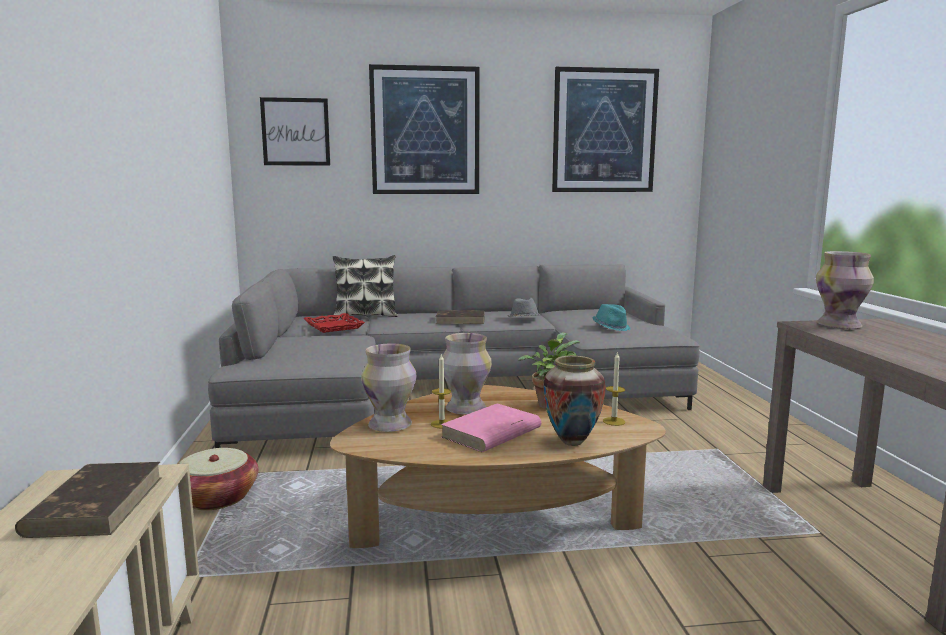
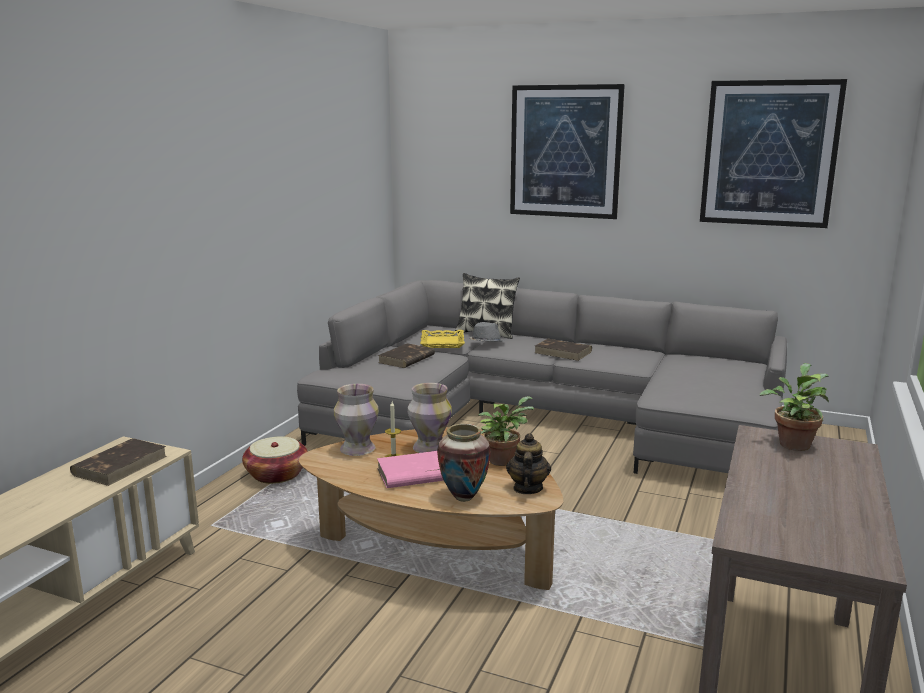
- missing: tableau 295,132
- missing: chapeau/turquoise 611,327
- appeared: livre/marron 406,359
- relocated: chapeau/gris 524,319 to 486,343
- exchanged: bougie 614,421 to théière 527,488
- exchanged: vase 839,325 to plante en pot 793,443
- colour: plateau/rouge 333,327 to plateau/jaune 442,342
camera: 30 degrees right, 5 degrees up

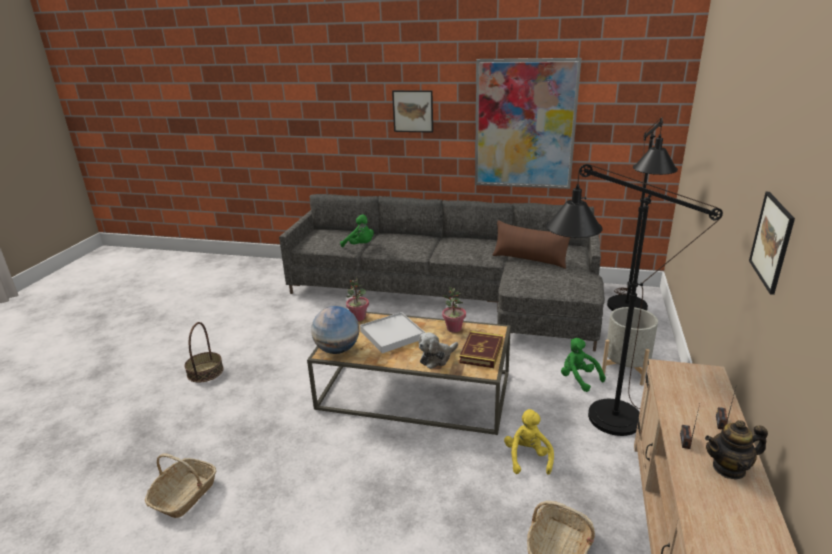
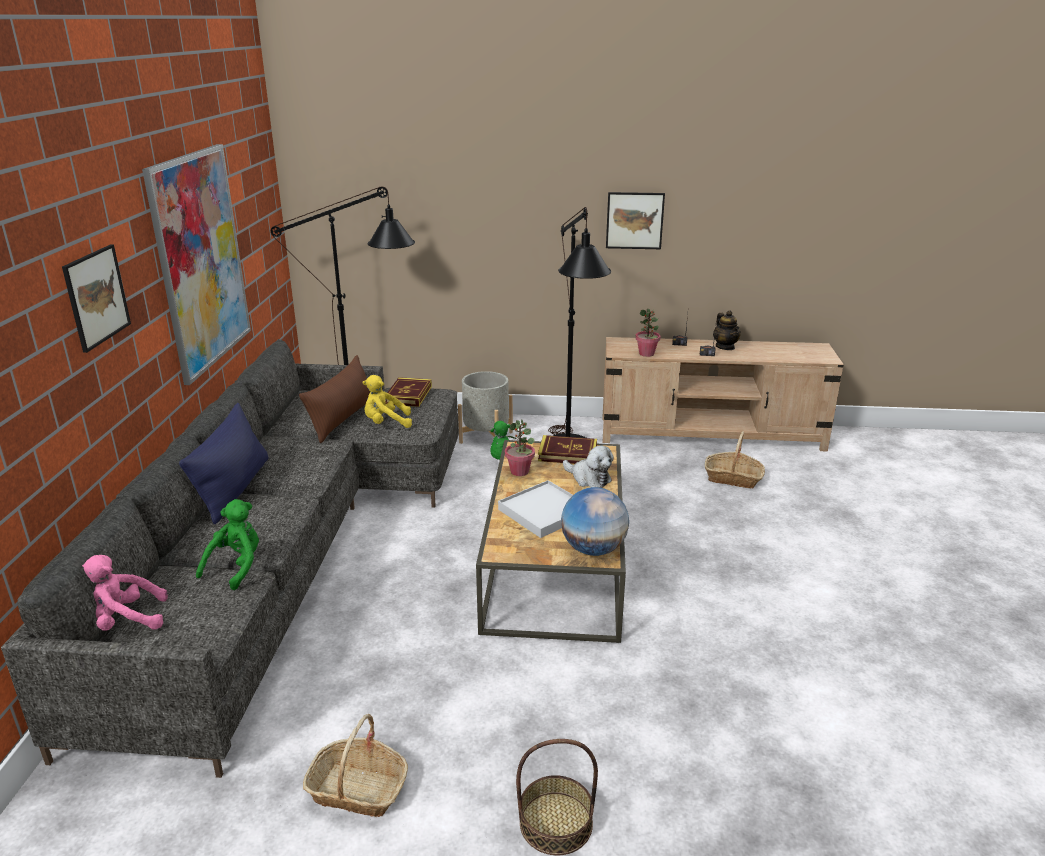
- appeared: peluche/rose 126,621
- appeared: coussin/bleu 234,489
- appeared: livre 408,395
- relocated: panier 184,495 to 358,789
- relocated: plante en pot 358,317 to 646,354
- relocated: peluche/jaune 527,457 to 386,423
camera: 100 degrees left, 0 degrees up

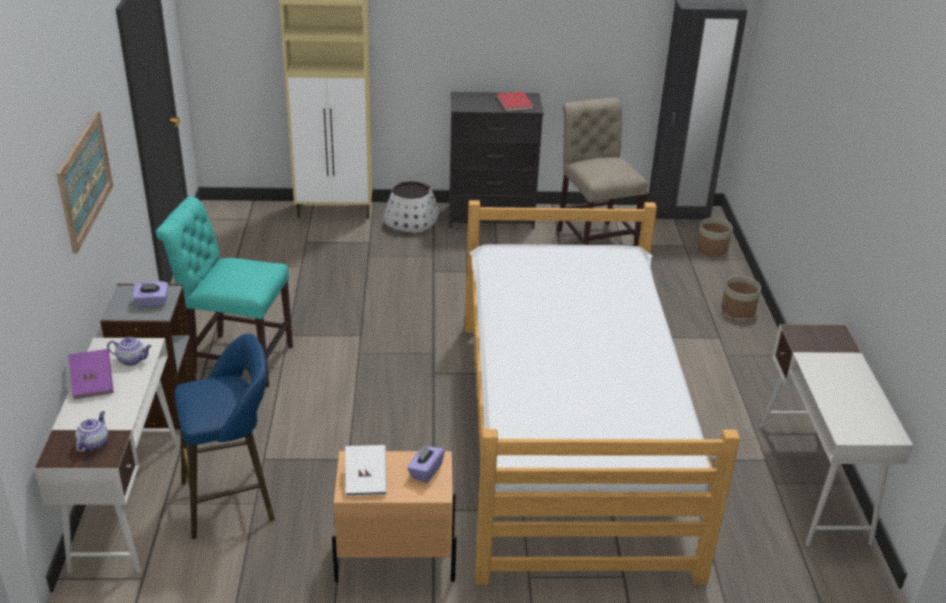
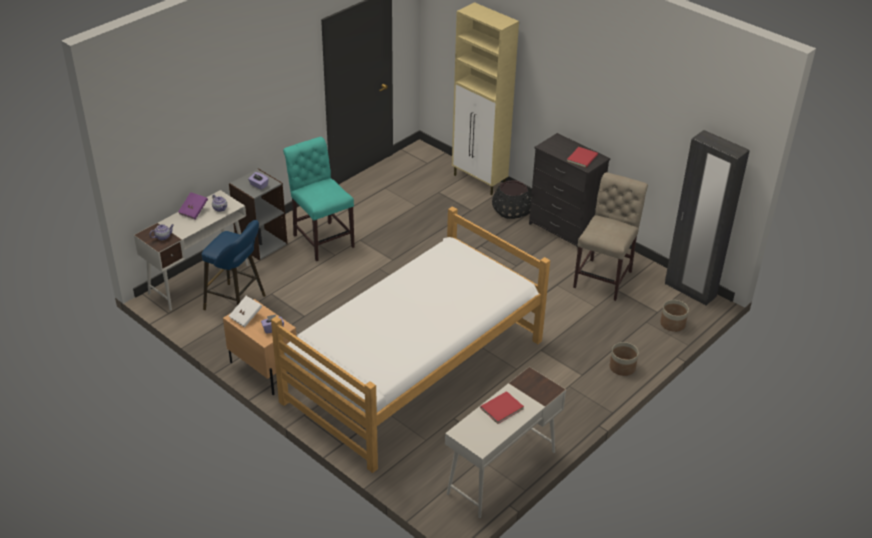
- missing: tableau 85,180
- appeared: livre/rouge 500,408
- colour: cache-pot/blanc 411,222 to cache-pot/noir 511,209
camera: 45 degrees right, 5 degrees up

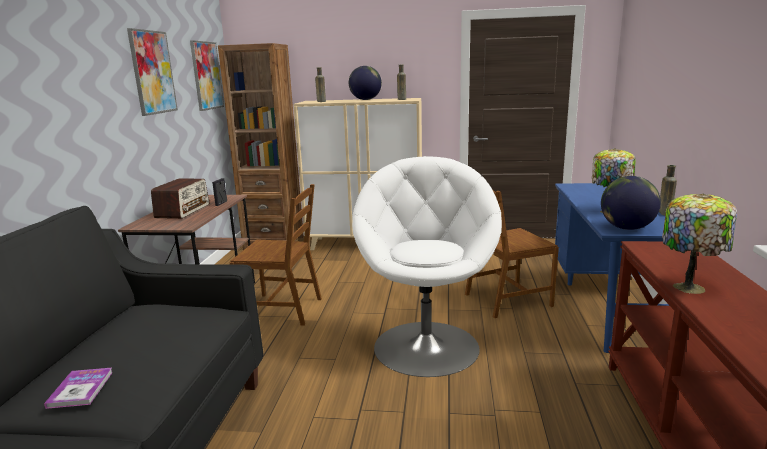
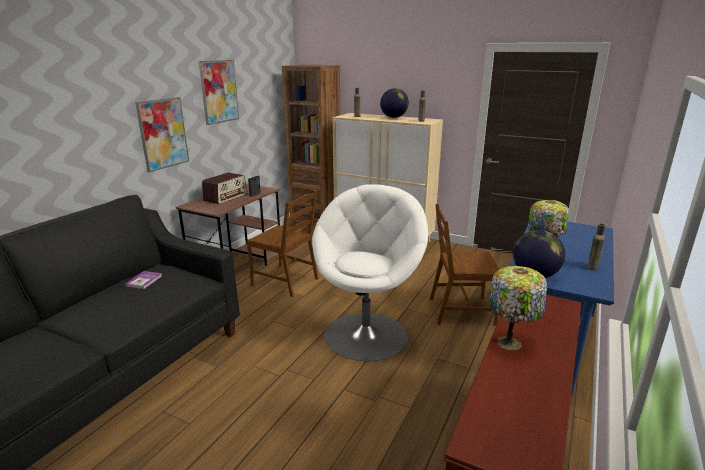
- relocated: livre 81,389 to 144,281
- relocated: tableau 206,75 to 163,133
camera: 20 degrees right, 5 degrees up

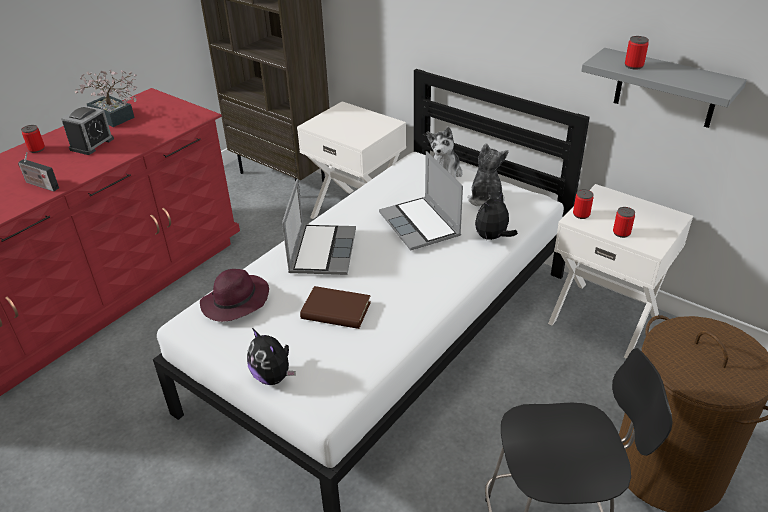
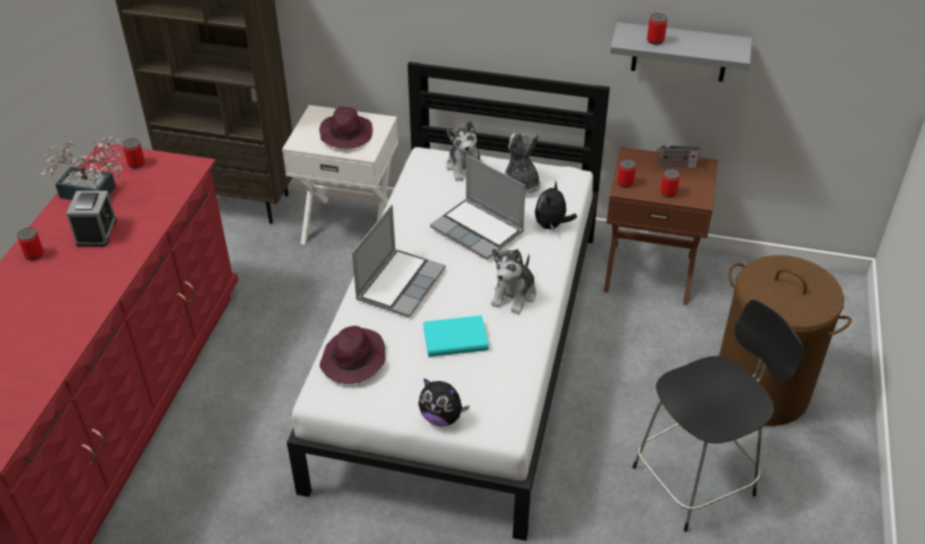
- appeared: boîte métallique 136,164
- appeared: chapeau/violet 346,134
- appeared: peluche 514,295
- relocated: radio 40,185 to 675,166
- colour: livre/marron 336,311 to livre/turquoise 455,339
- colour: table de chevet/blanc 604,318 to table de chevet/marron 649,271
- spun: ordinateur portable 322,251 = 400,283 45 degrees clockwise
camera: 25 degrees left, 5 degrees up

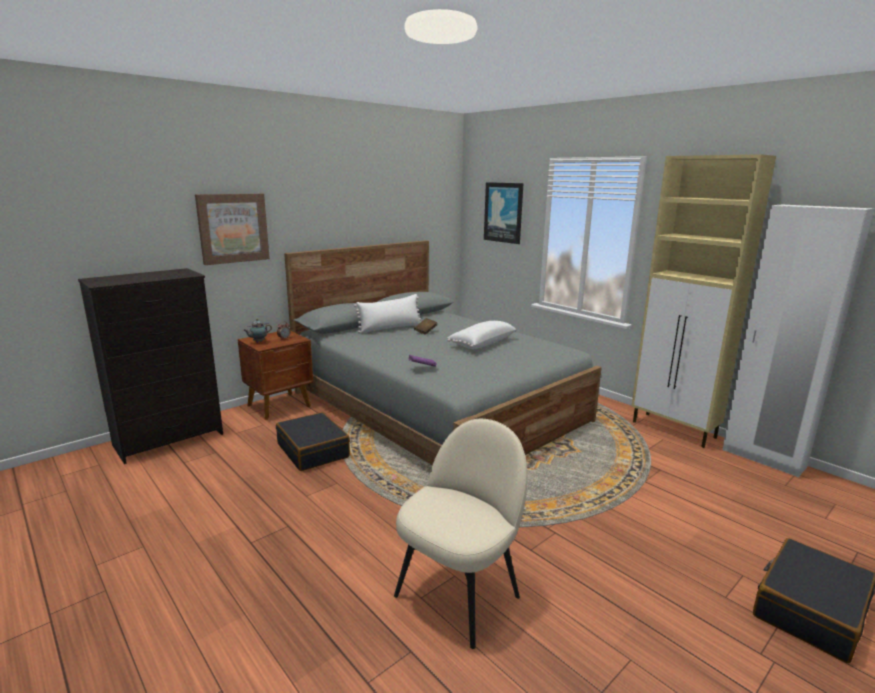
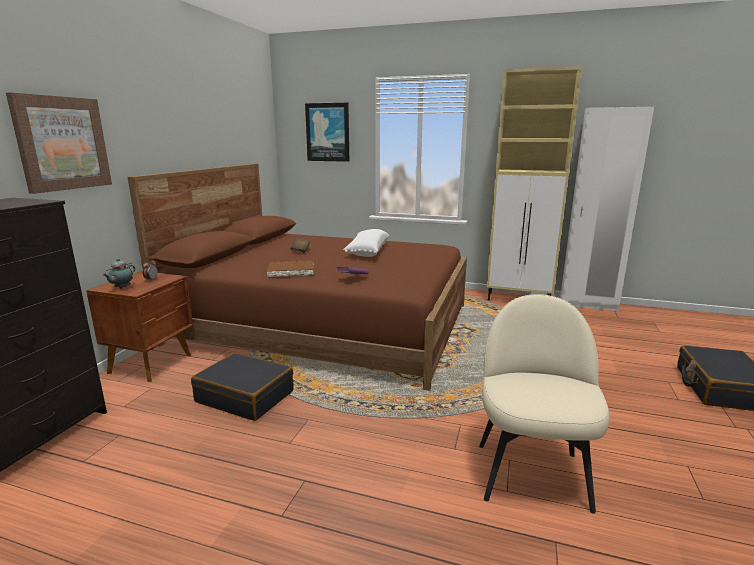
- missing: coussin/blanc 390,328
- appeared: livre/marron 291,271
- colour: lit/gris 436,406 to lit/marron 324,323
camera: 30 degrees left, 0 degrees up

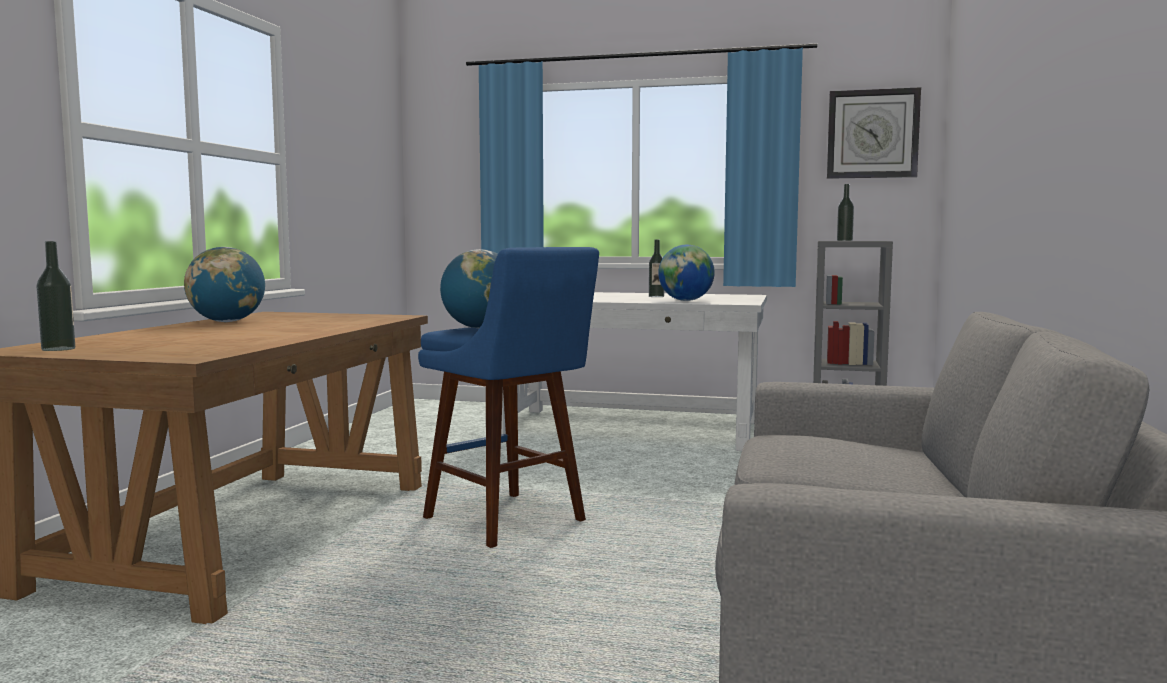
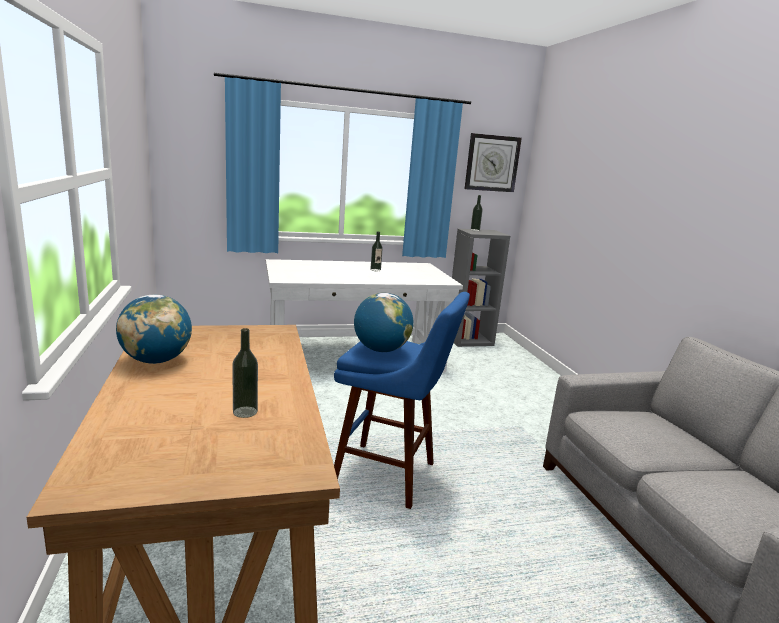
- missing: globe 686,300
- relocated: bouteille 58,349 to 245,412
camera: 30 degrees left, 10 degrees up

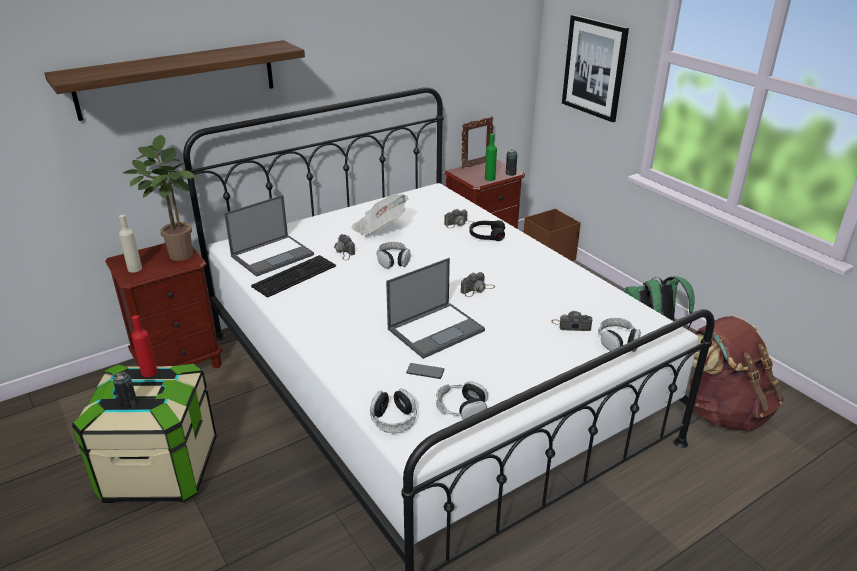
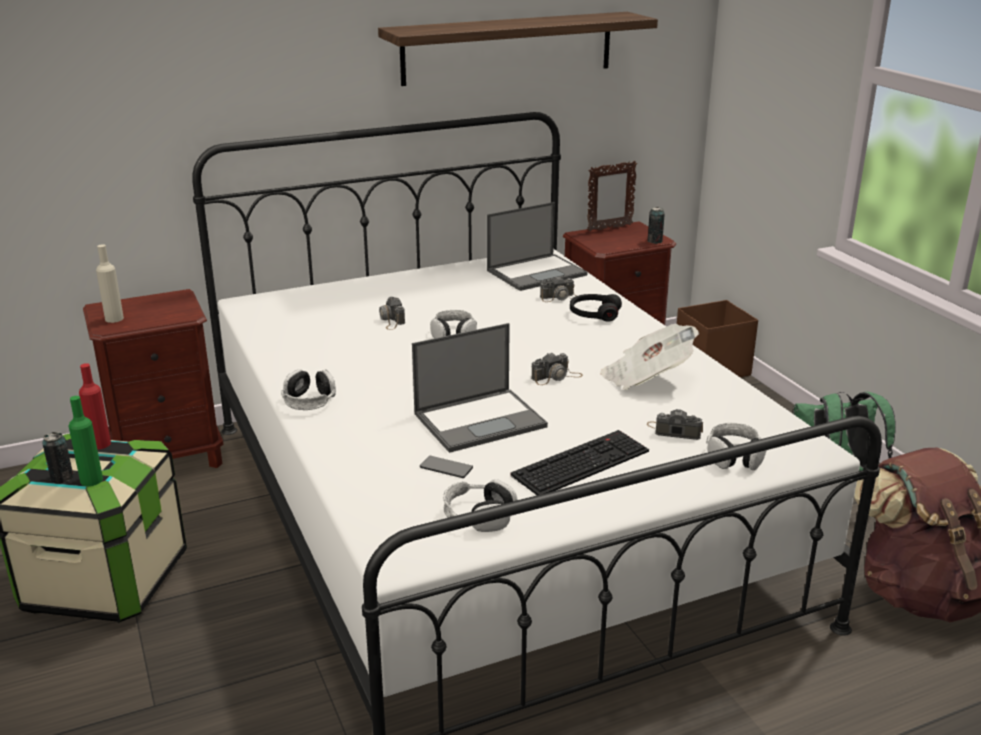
- missing: plante en pot 177,254
- missing: tableau 594,67
- relocated: étagère 177,79 to 508,48
- relocated: ordinateur portable 273,255 to 537,272
- relocated: clavier 294,275 to 580,462
- relocated: journal 379,228 to 646,378
- relocated: casque audio 393,419 to 309,401
- relocated: bouteille/vert 490,178 to 91,480
camera: 10 degrees right, 5 degrees down

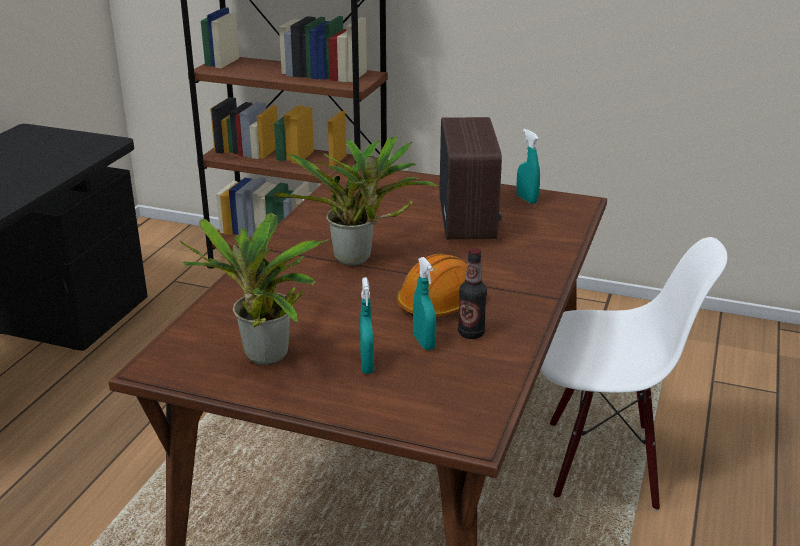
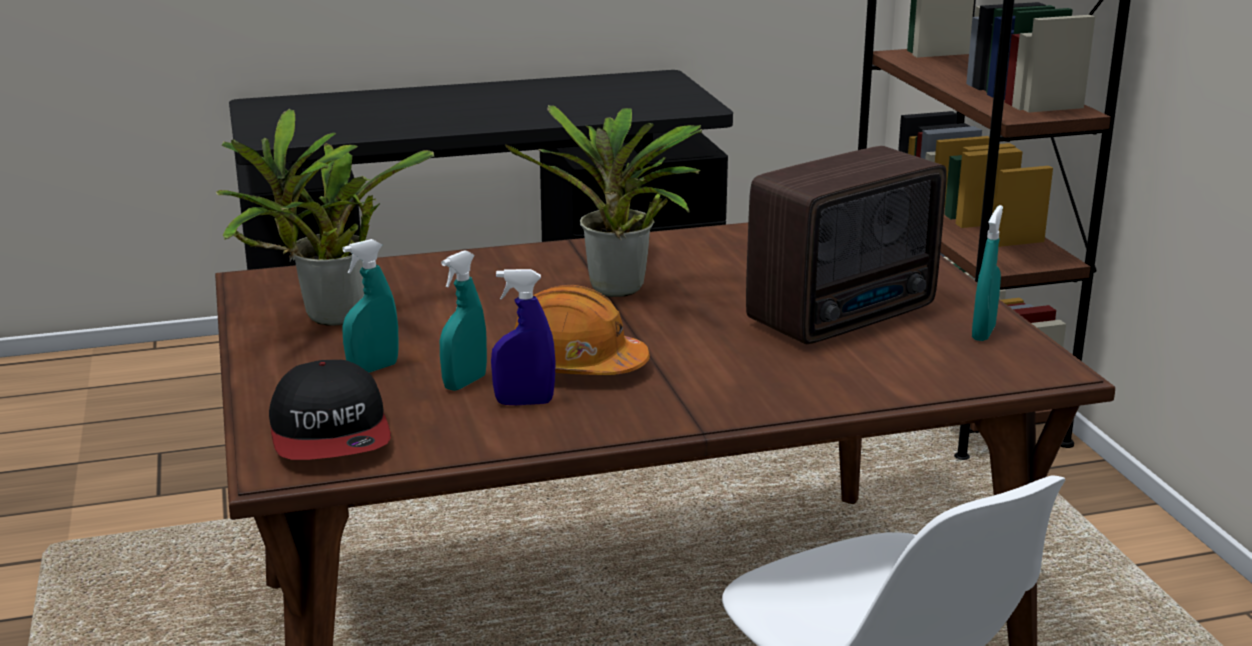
- appeared: casquette 331,434
- exchanged: bouteille 471,333 to vaporisateur/bleu 524,402
camera: 55 degrees right, 5 degrees down

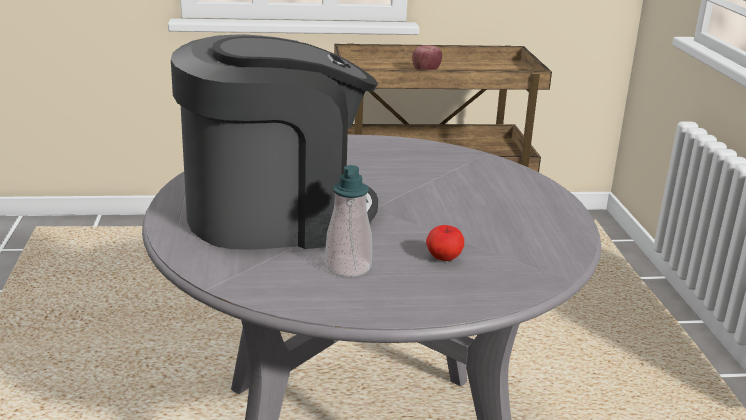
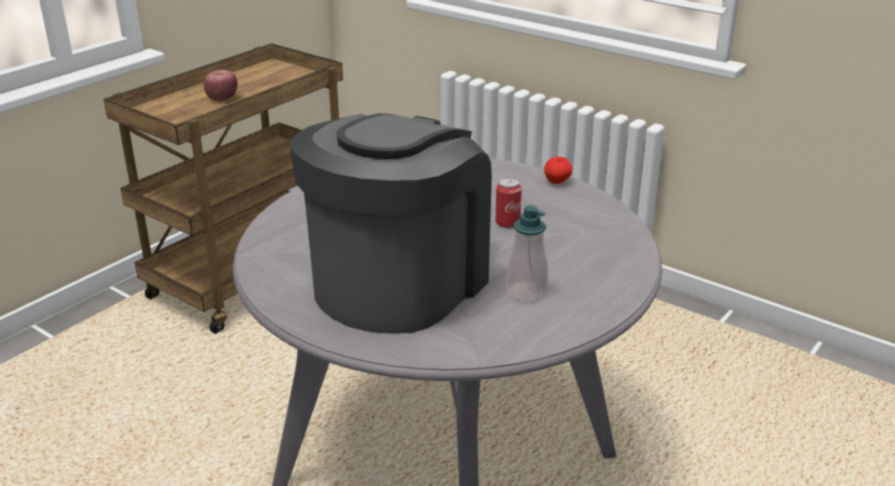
- appeared: boîte métallique 507,223
- relocated: pomme 443,258 to 557,182
camera: 45 degrees left, 5 degrees up

